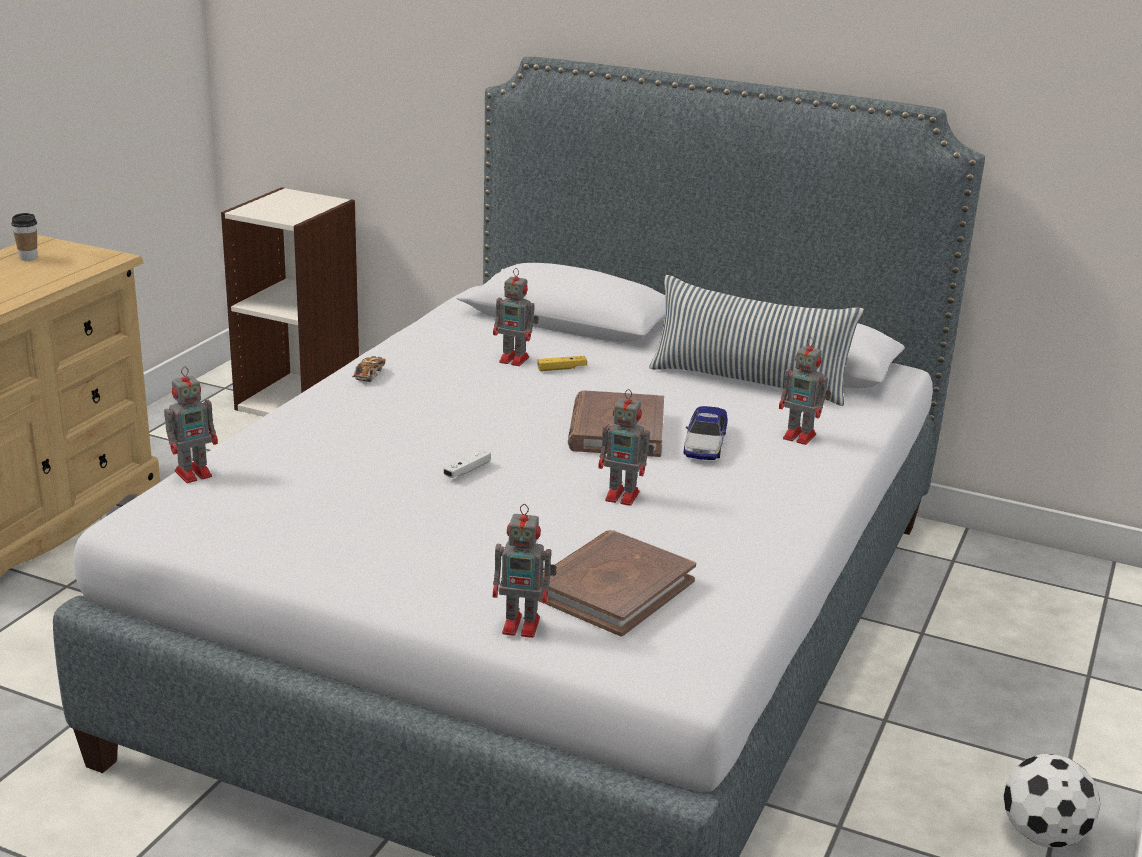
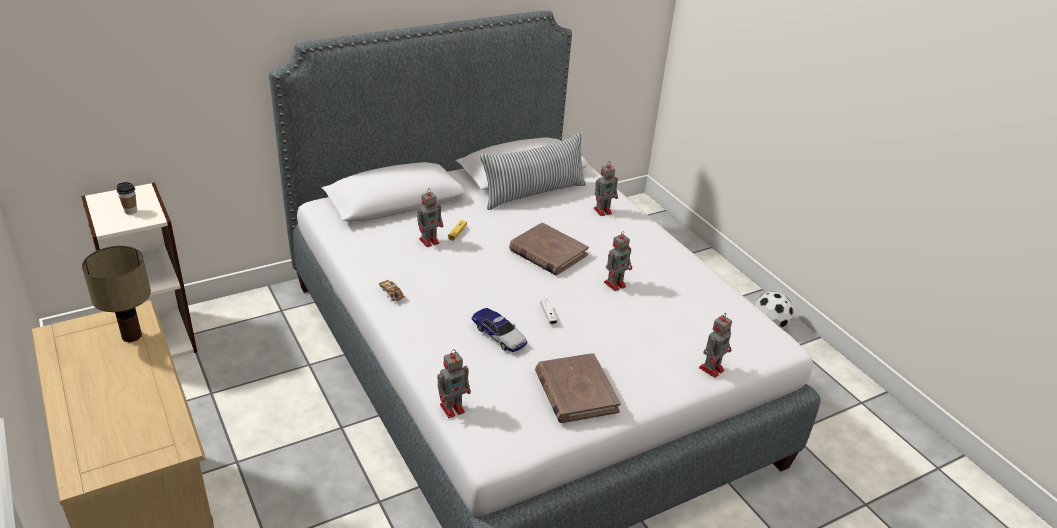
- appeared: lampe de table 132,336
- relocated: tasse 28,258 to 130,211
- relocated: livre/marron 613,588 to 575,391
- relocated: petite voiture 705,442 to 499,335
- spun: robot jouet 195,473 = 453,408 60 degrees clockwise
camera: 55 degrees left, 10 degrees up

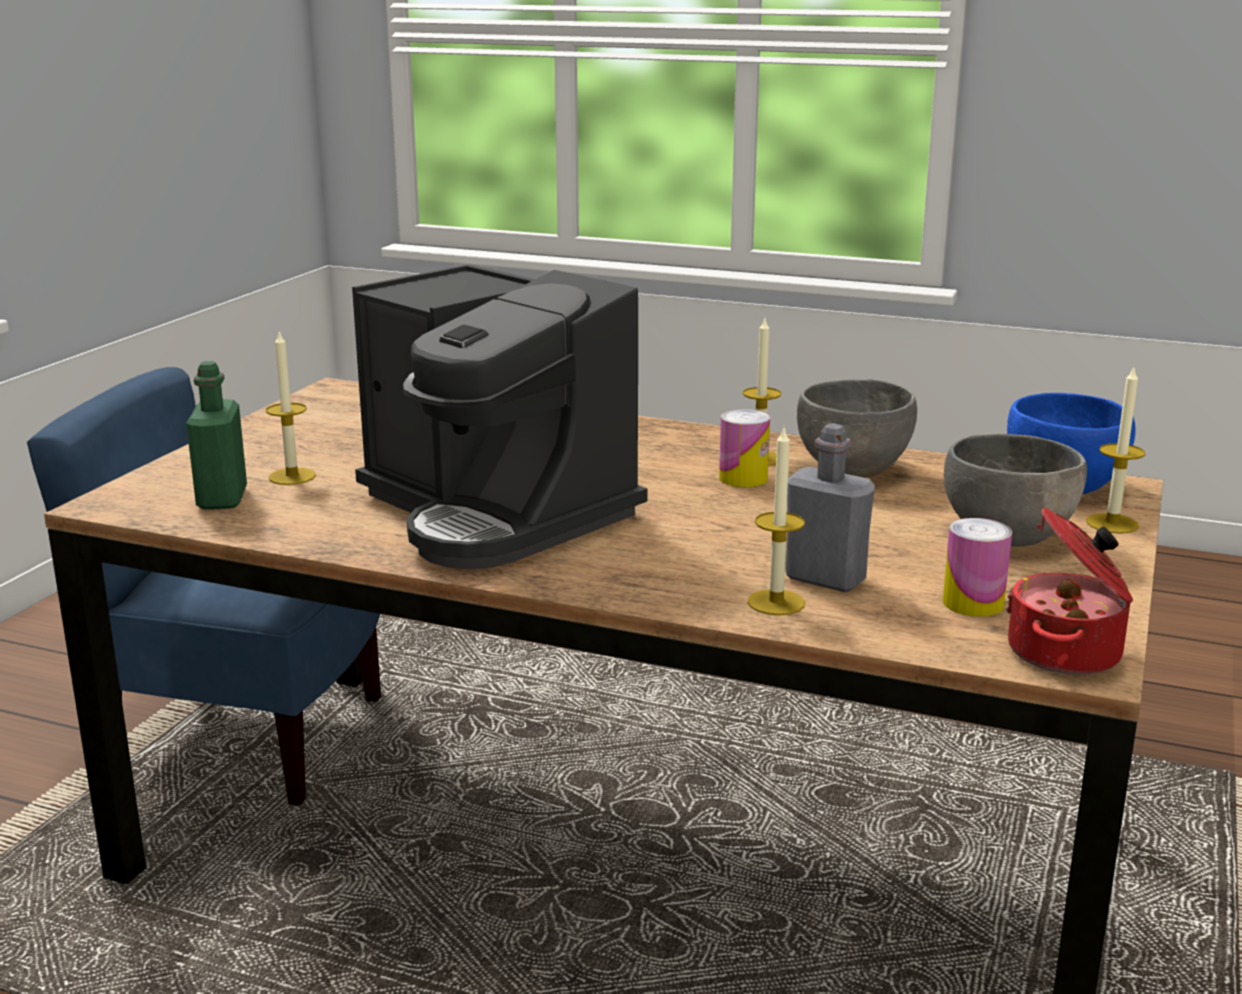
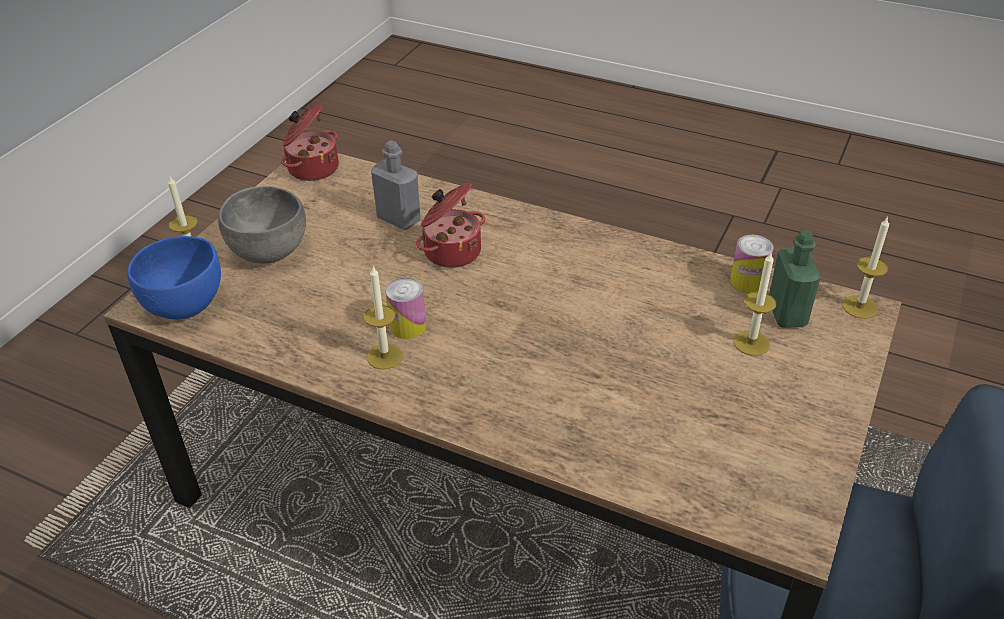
- missing: machine à café 496,513
- missing: bol/gris 852,469
- appeared: marmite 451,251
- relocated: bougie 776,602 to 859,307
- relocated: boîte métallique 973,603 to 747,282
camera: 175 degrees left, 20 degrees up

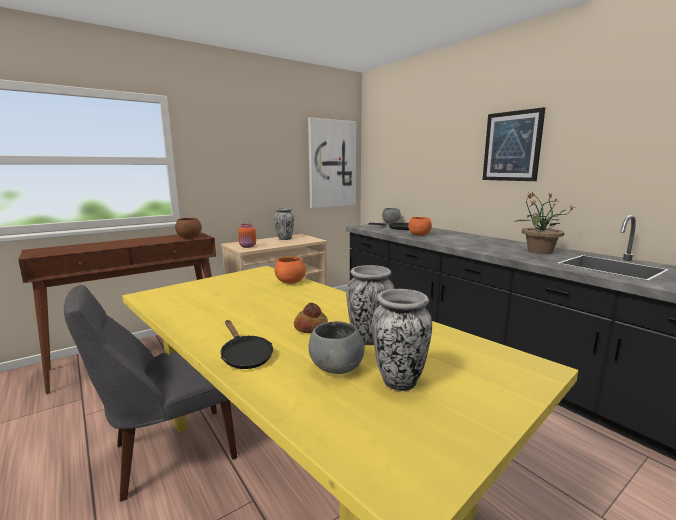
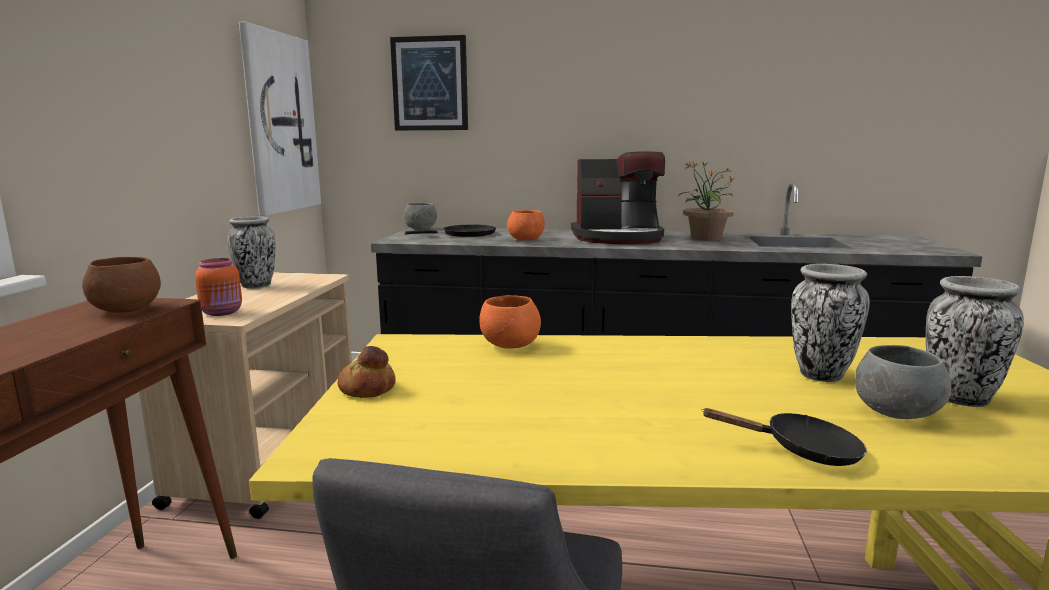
- appeared: machine à café 618,238
- relocated: pain 310,327 to 366,388
- relocated: tableau 512,146 to 430,84
camera: 45 degrees left, 0 degrees up

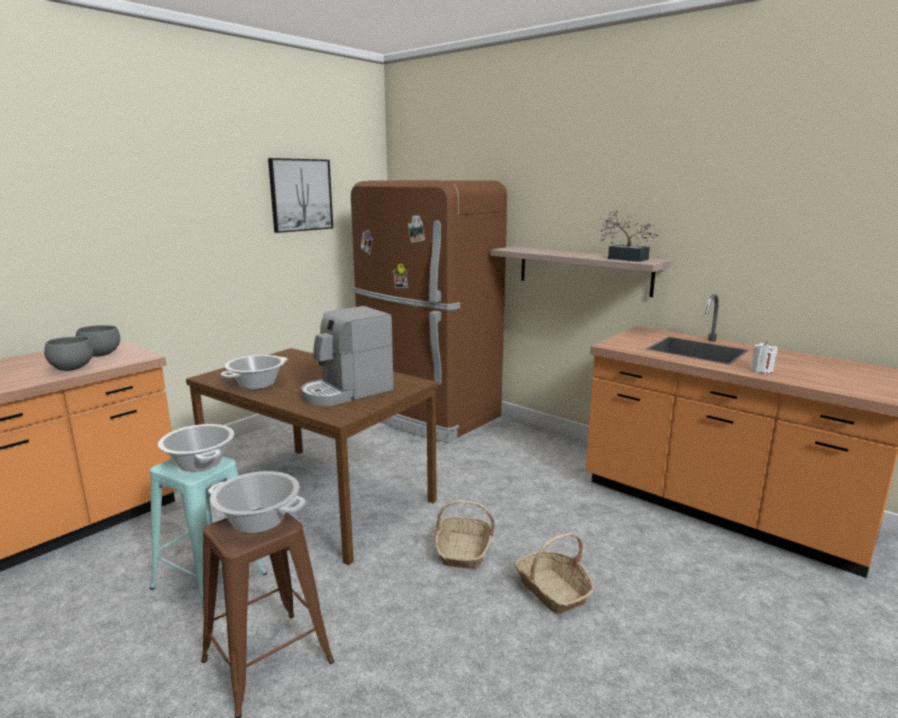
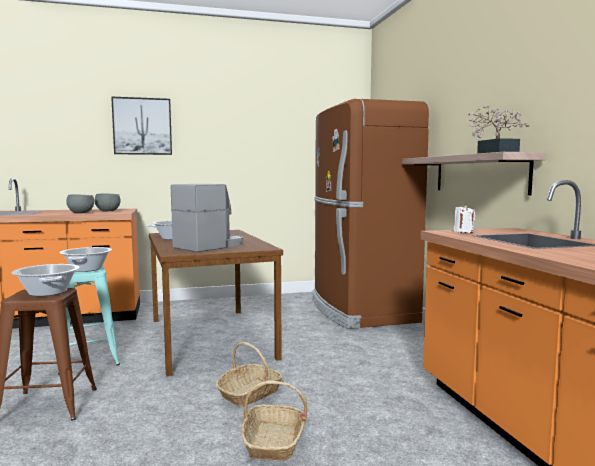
- relocated: tableau 301,195 to 142,126
- relocated: bougie/blanc 761,370 to 463,232
- spun: machine à café 346,392 = 210,246 135 degrees clockwise
camera: 35 degrees right, 10 degrees down

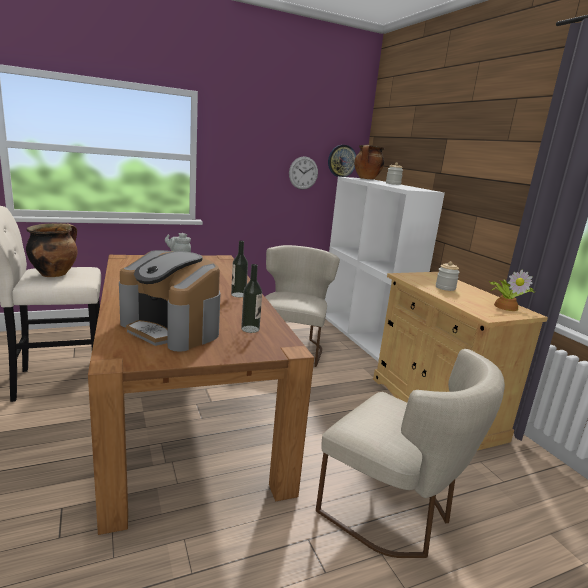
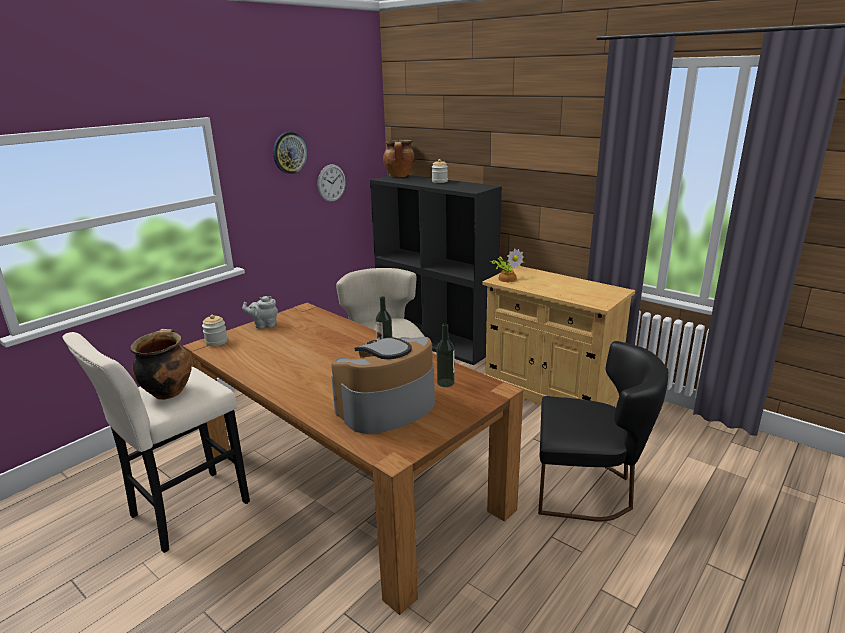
- relocated: horloge murale 341,161 to 289,153
- relocated: bocal 445,288 to 216,342
- relocated: plante en pot 506,306 to 507,278
- colour: chaise/beige 393,513 to chaise/noir 589,489
- colour: bibliothèque/blanc 364,335 to bibliothèque/noir 436,341
- spun: machine à café 172,328 = 386,408 135 degrees clockwise
camera: 25 degrees left, 5 degrees up

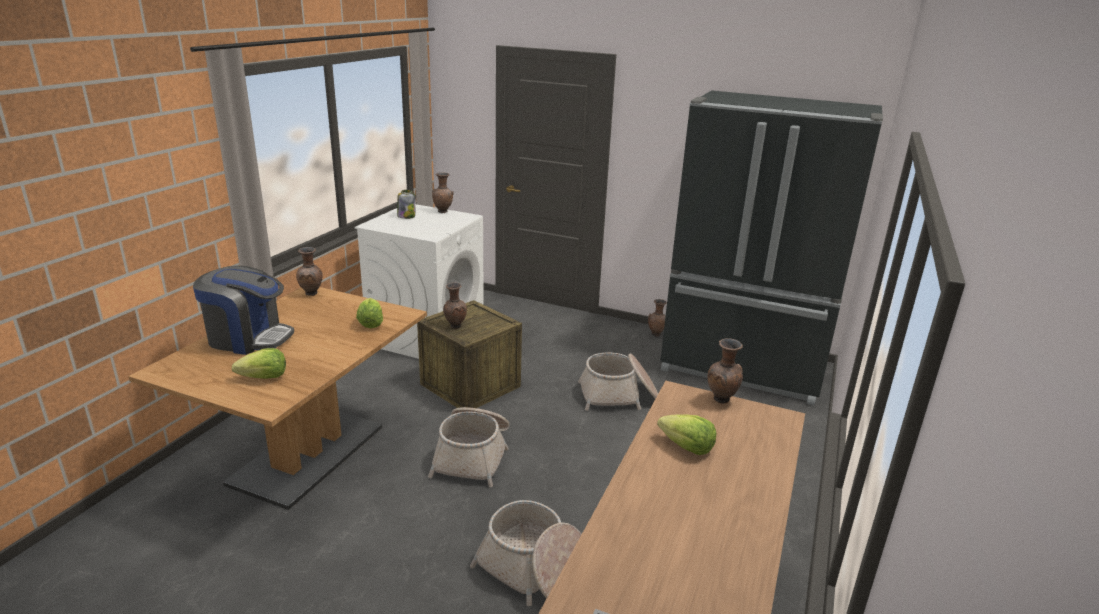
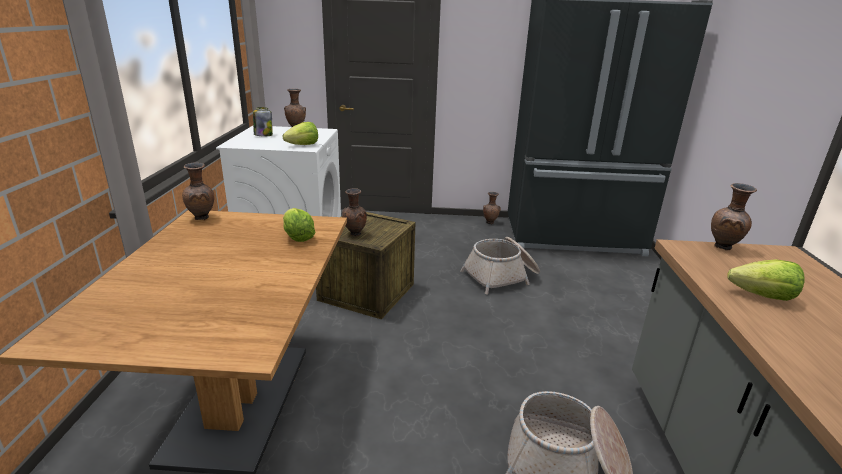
- missing: machine à café 248,338
- missing: panier 473,456
- relocated: laitue 264,377 to 303,145
camera: 20 degrees left, 0 degrees up

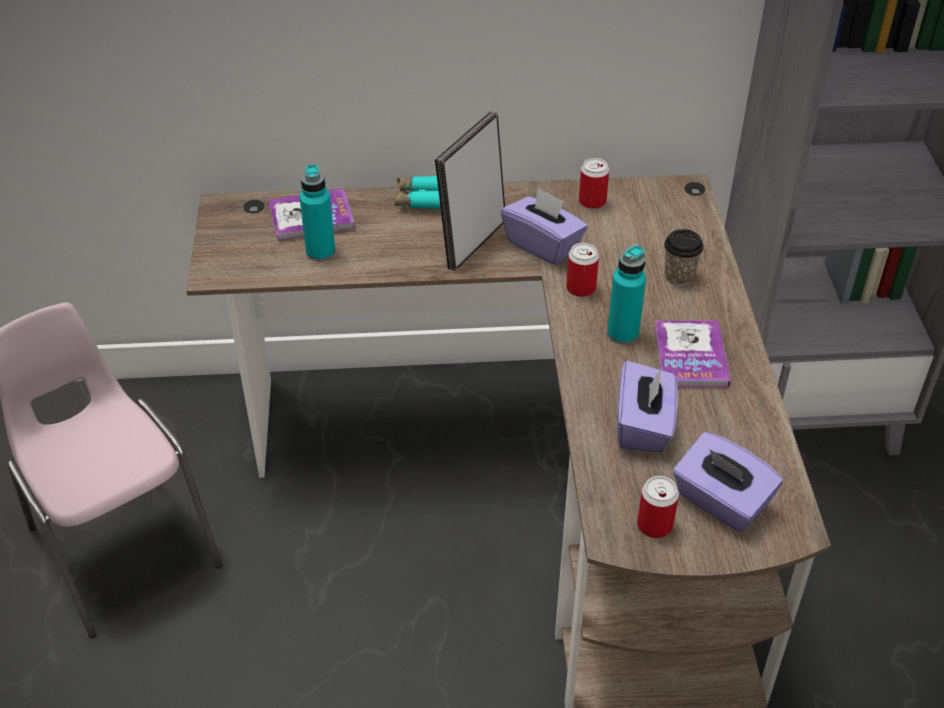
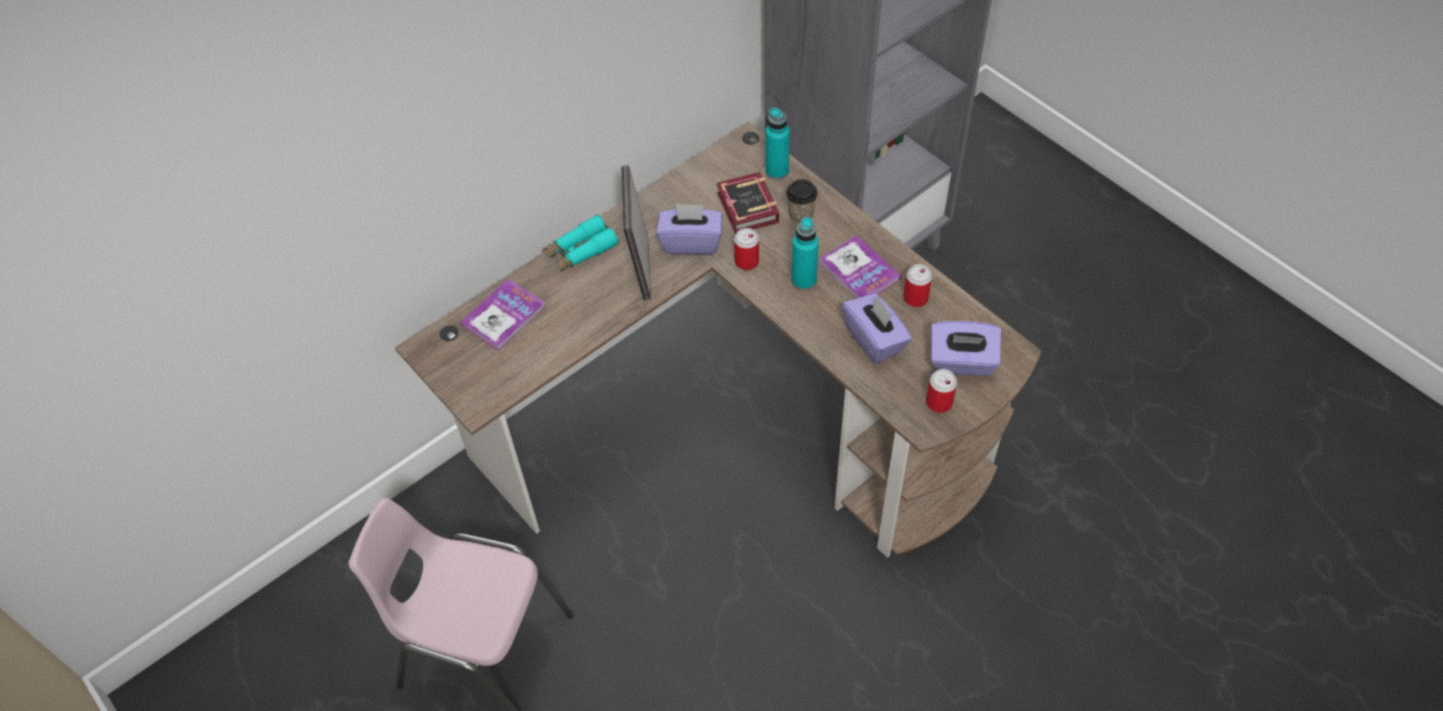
- appeared: livre 747,210
- relocated: bouteille/turquoise 320,252 to 777,171
- relocated: boîte métallique 592,201 to 915,298
camera: 35 degrees left, 10 degrees up

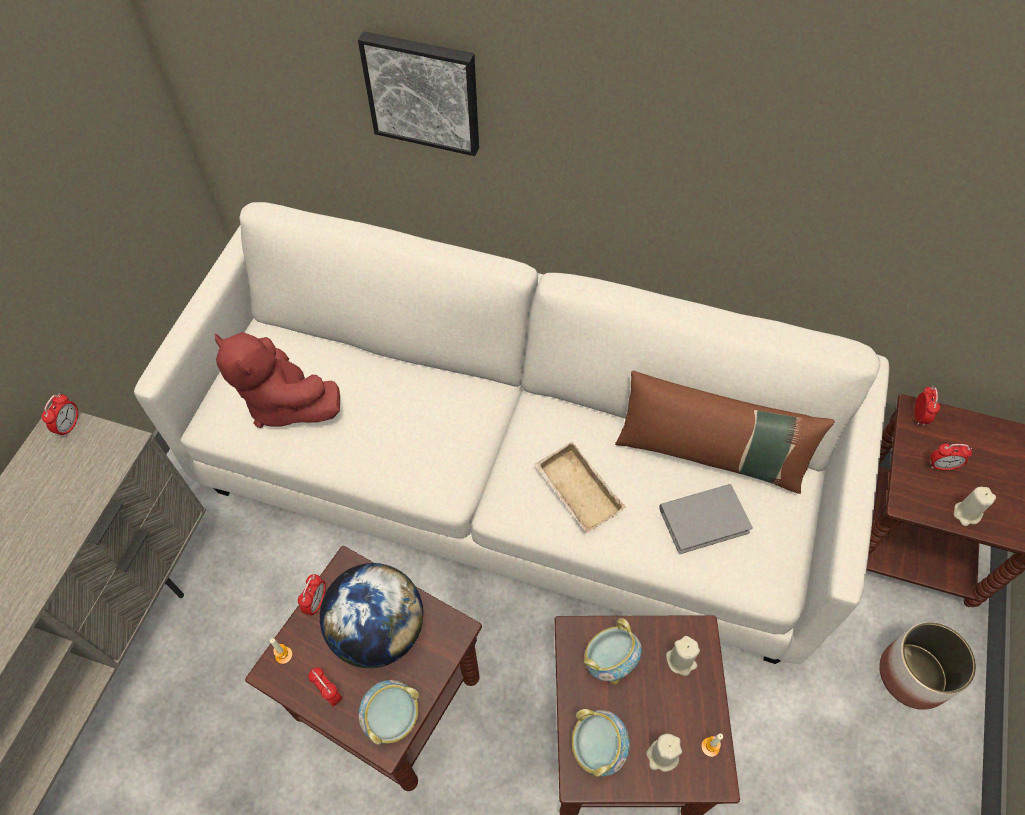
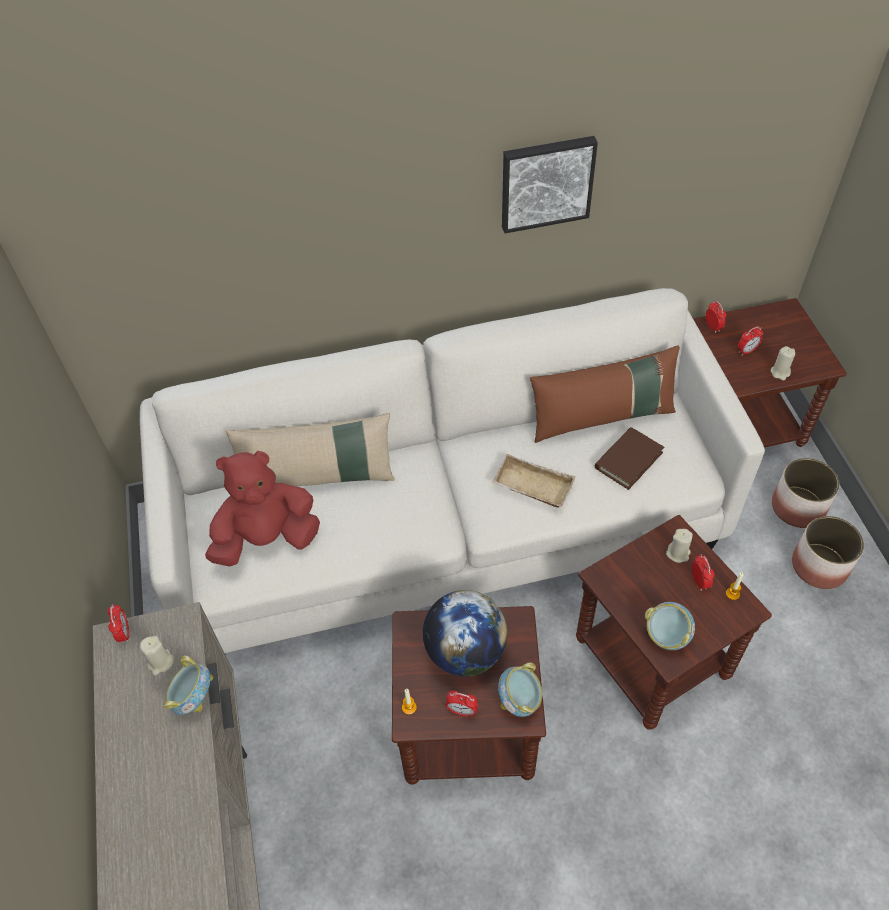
- appeared: coussin/beige 318,477
- appeared: cache-pot 820,566
- relocated: réveil 316,602 to 699,581
- relocated: tableau 423,91 to 546,182
- relocated: bol 610,660 to 194,697
- relocated: bougie/beige 662,756 to 160,662
- colour: livre/gris 704,520 to livre/marron 628,460
- spun: peluche/rouge 285,402 = 267,539 150 degrees clockwise
camera: 30 degrees left, 5 degrees down

